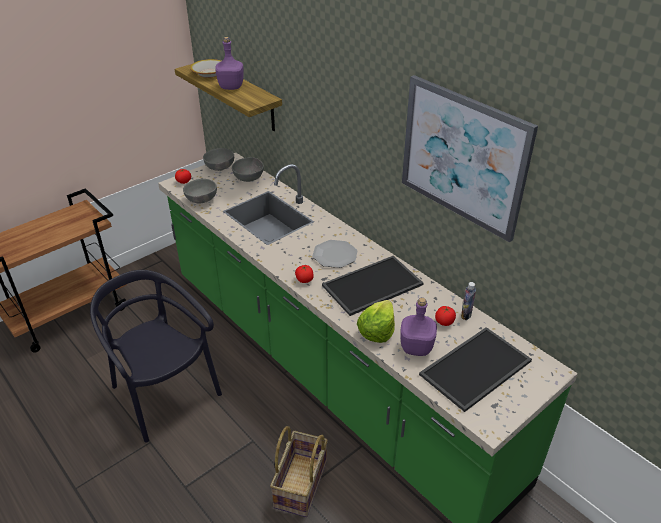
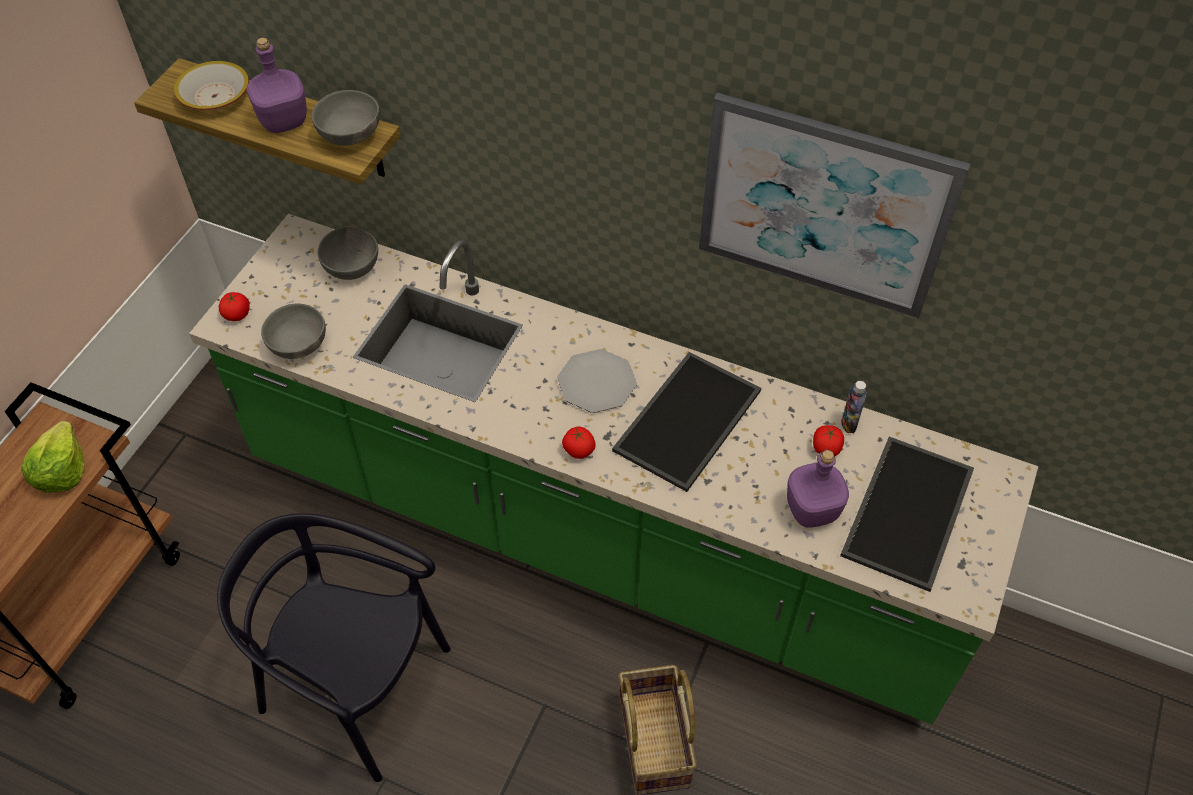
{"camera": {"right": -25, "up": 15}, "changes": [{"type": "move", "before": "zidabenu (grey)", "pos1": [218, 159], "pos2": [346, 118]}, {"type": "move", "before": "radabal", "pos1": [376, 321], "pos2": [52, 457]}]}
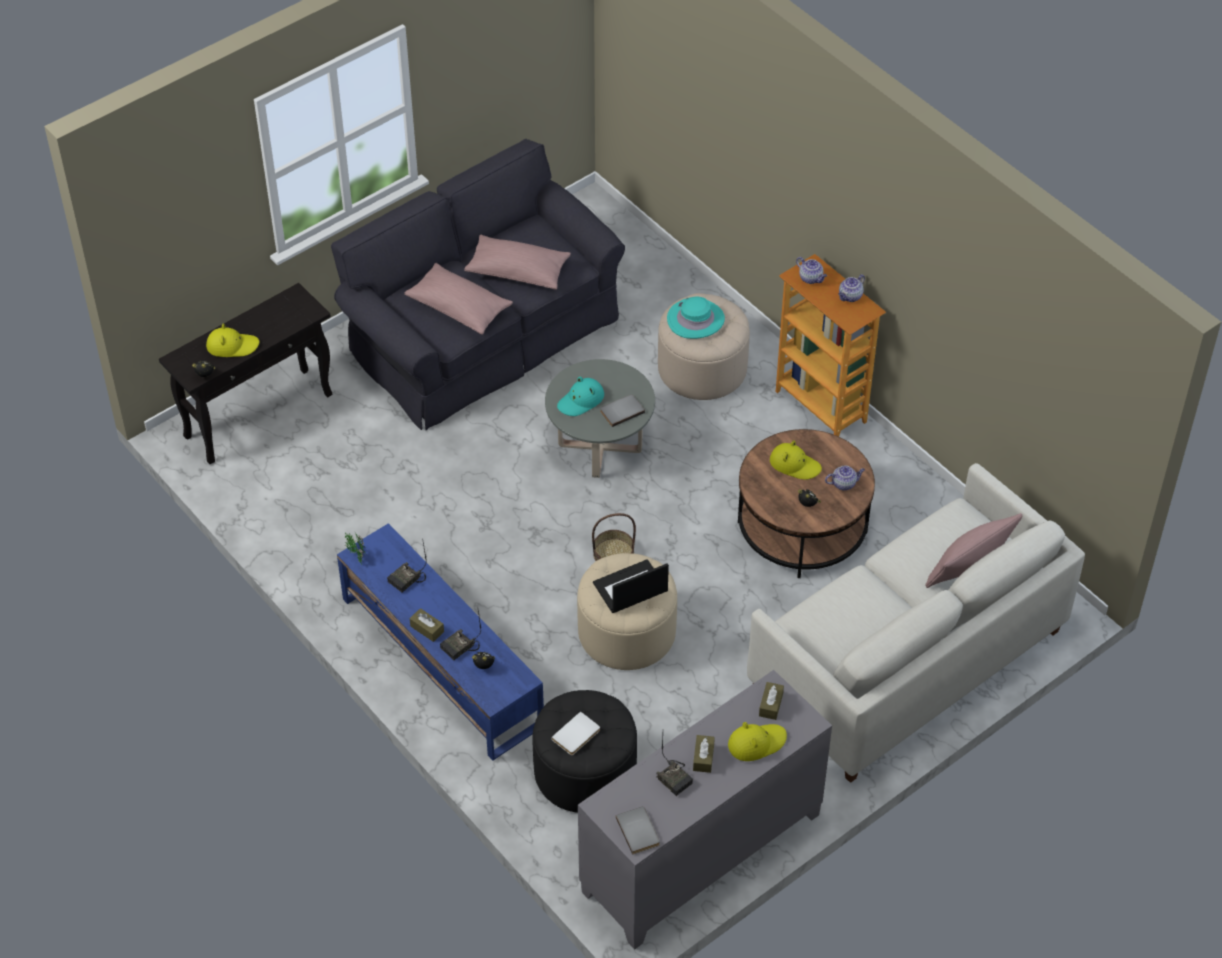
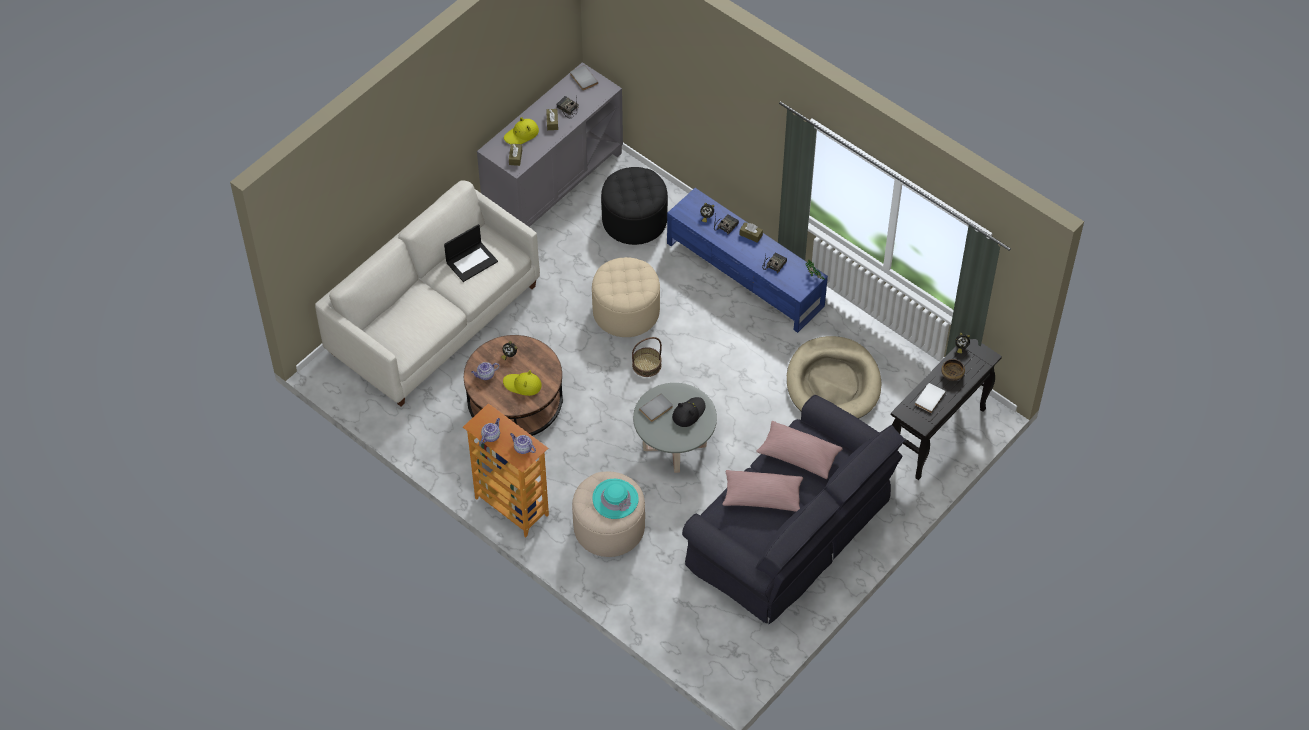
{"camera": {"right": 170, "up": 5}, "changes": [{"type": "replace", "before": "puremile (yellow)", "after": "zidabenu", "pos1": [232, 340], "pos2": [953, 370]}, {"type": "move", "before": "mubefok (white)", "pos1": [575, 733], "pos2": [930, 398]}, {"type": "recolor", "before": "puremile (turquoise)", "after": "puremile (black)", "pos1": [580, 396], "pos2": [688, 412]}, {"type": "move", "before": "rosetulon", "pos1": [631, 586], "pos2": [471, 253]}, {"type": "delete", "before": "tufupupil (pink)", "pos1": [974, 550]}, {"type": "insert", "after": "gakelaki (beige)", "pos2": [834, 377]}]}
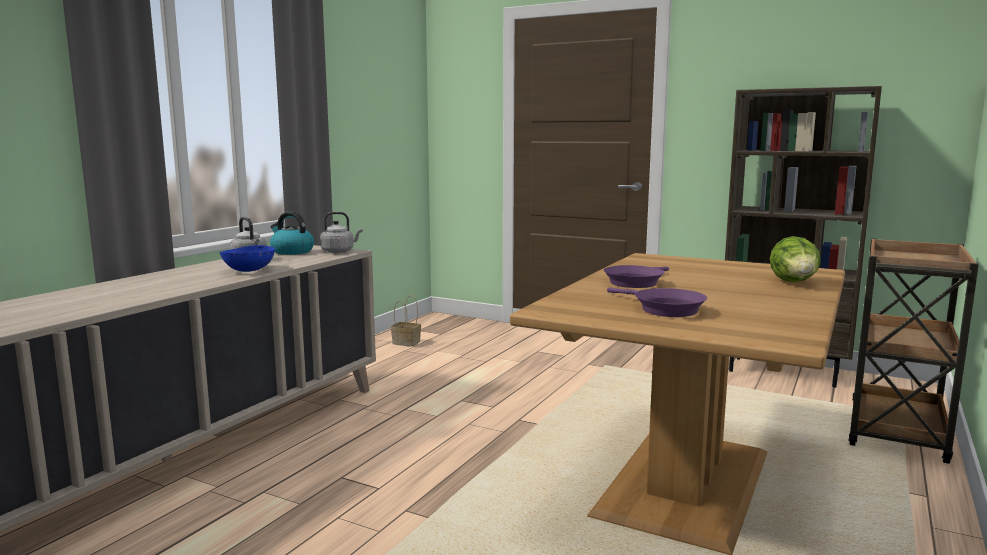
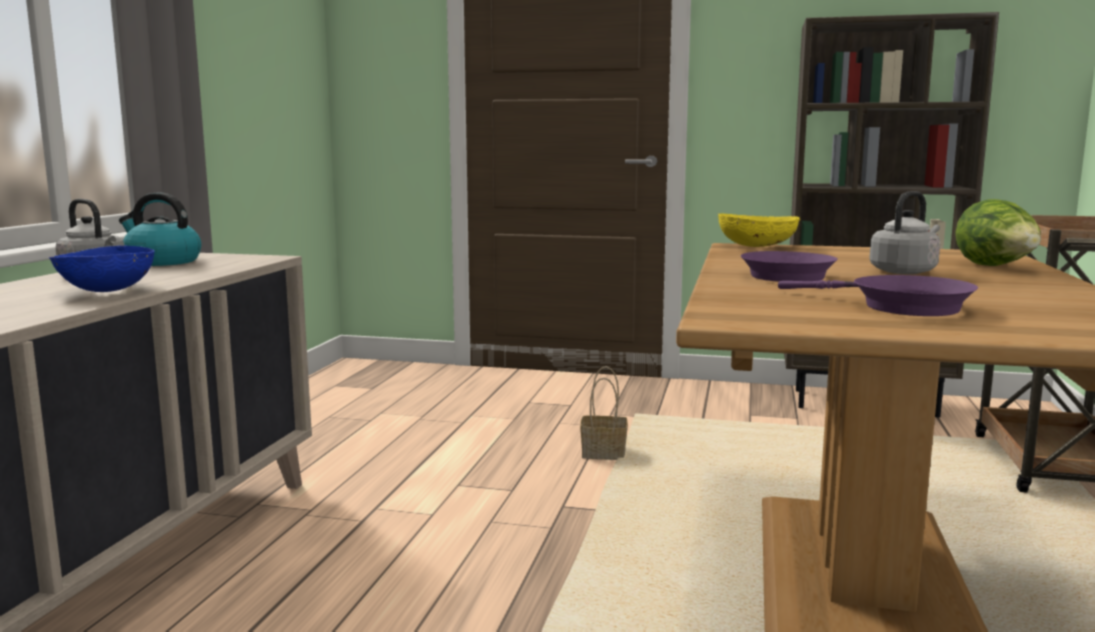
{"camera": {"right": -15, "up": 0}, "changes": [{"type": "move", "before": "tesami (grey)", "pos1": [341, 232], "pos2": [904, 232]}, {"type": "move", "before": "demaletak", "pos1": [406, 321], "pos2": [604, 413]}, {"type": "insert", "after": "zidabenu (yellow)", "pos2": [759, 230]}]}
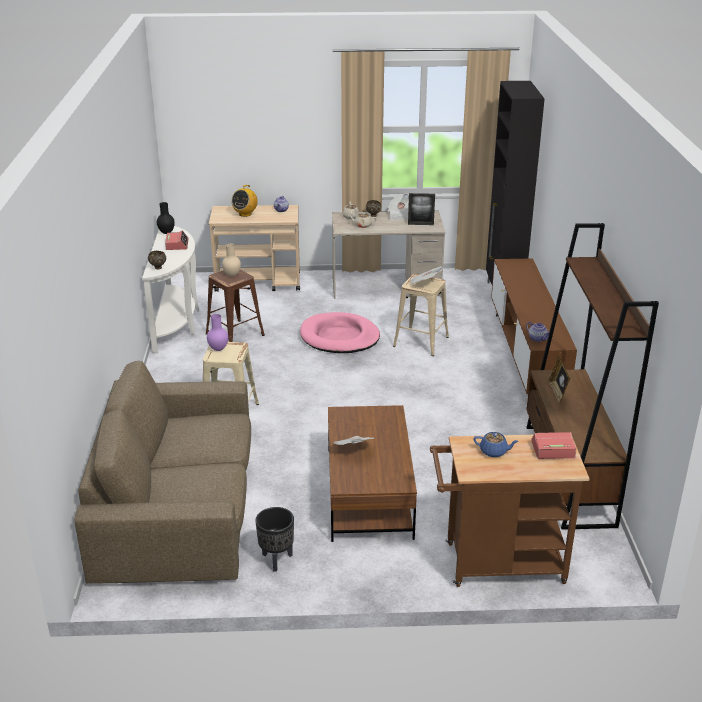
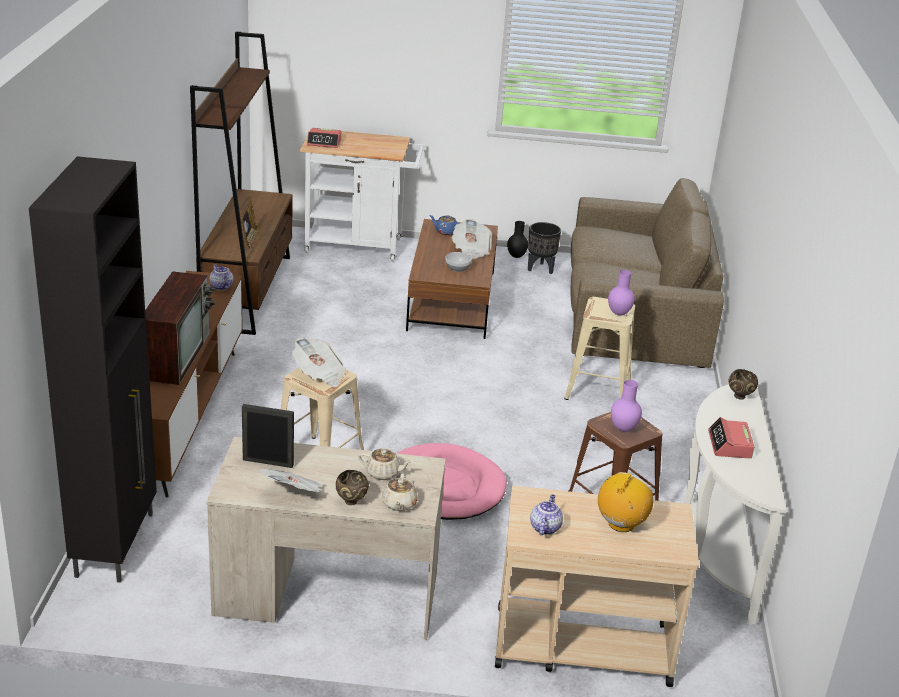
{"camera": {"right": -175, "up": 0}, "changes": [{"type": "move", "before": "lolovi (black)", "pos1": [166, 218], "pos2": [517, 239]}, {"type": "recolor", "before": "lolovi (beige)", "after": "lolovi (purple)", "pos1": [231, 260], "pos2": [626, 406]}, {"type": "recolor", "before": "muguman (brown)", "after": "muguman (white)", "pos1": [510, 511], "pos2": [362, 196]}, {"type": "move", "before": "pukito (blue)", "pos1": [496, 444], "pos2": [444, 225]}, {"type": "insert", "after": "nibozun", "pos2": [180, 328]}, {"type": "insert", "after": "zidabenu", "pos2": [459, 262]}]}
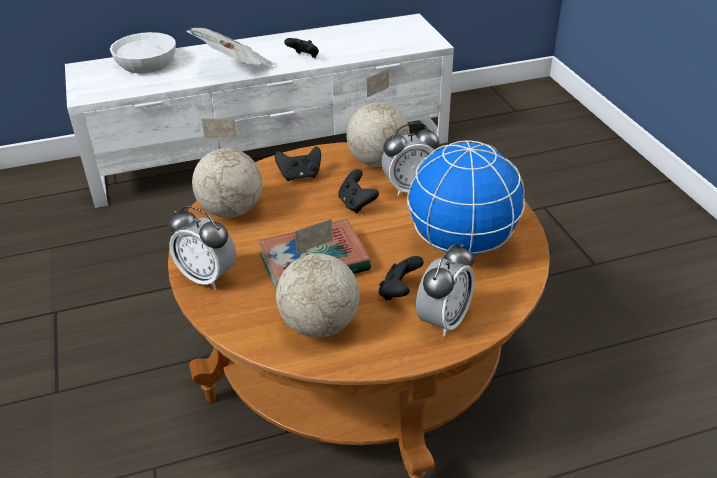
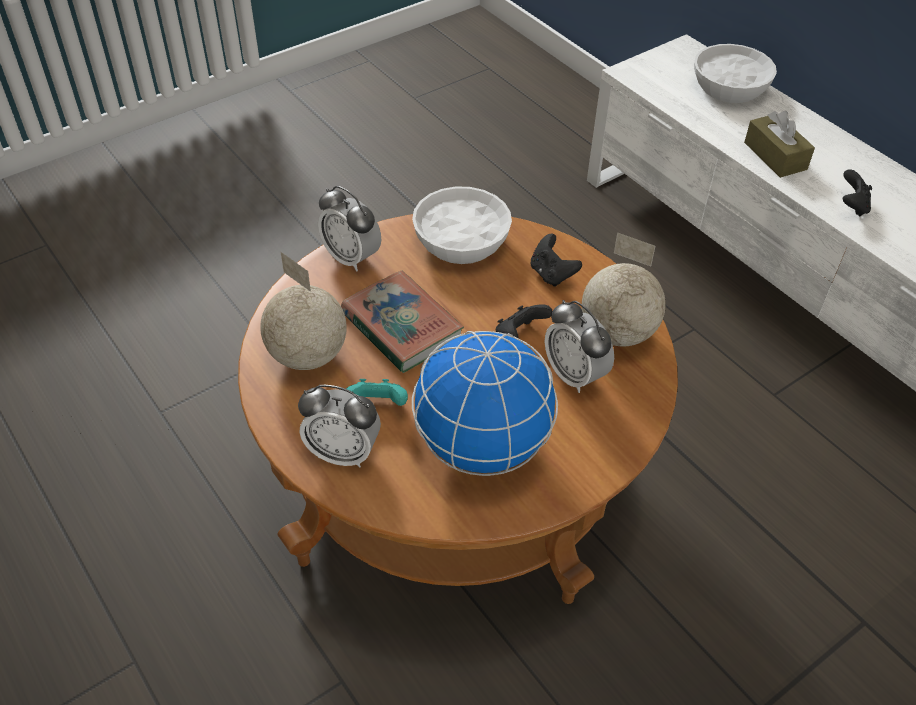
{"camera": {"right": 70, "up": 10}, "changes": [{"type": "rotate", "before": "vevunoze", "pos1": [202, 247], "pos2": [349, 229], "turn": -60}, {"type": "replace", "before": "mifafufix", "after": "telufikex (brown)", "pos1": [231, 47], "pos2": [779, 144]}, {"type": "replace", "before": "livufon", "after": "zidabenu (white)", "pos1": [227, 168], "pos2": [462, 225]}, {"type": "recolor", "before": "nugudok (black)", "after": "nugudok (turquoise)", "pos1": [401, 278], "pos2": [377, 392]}]}
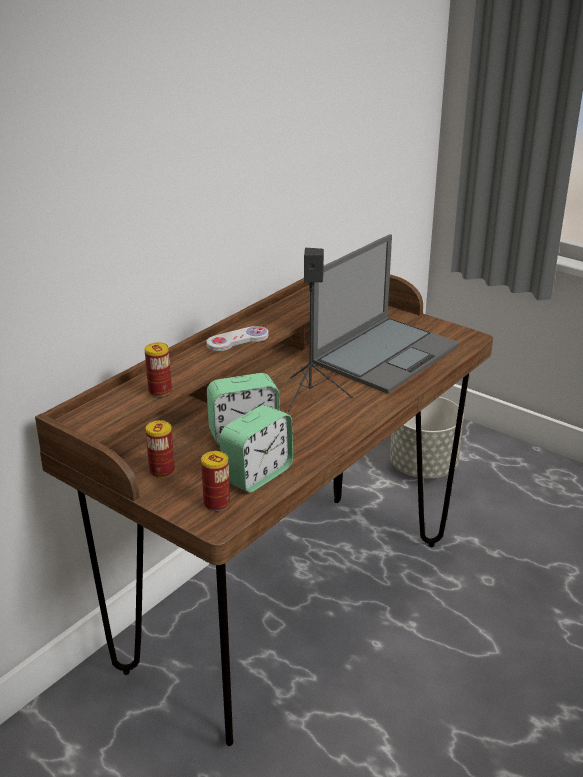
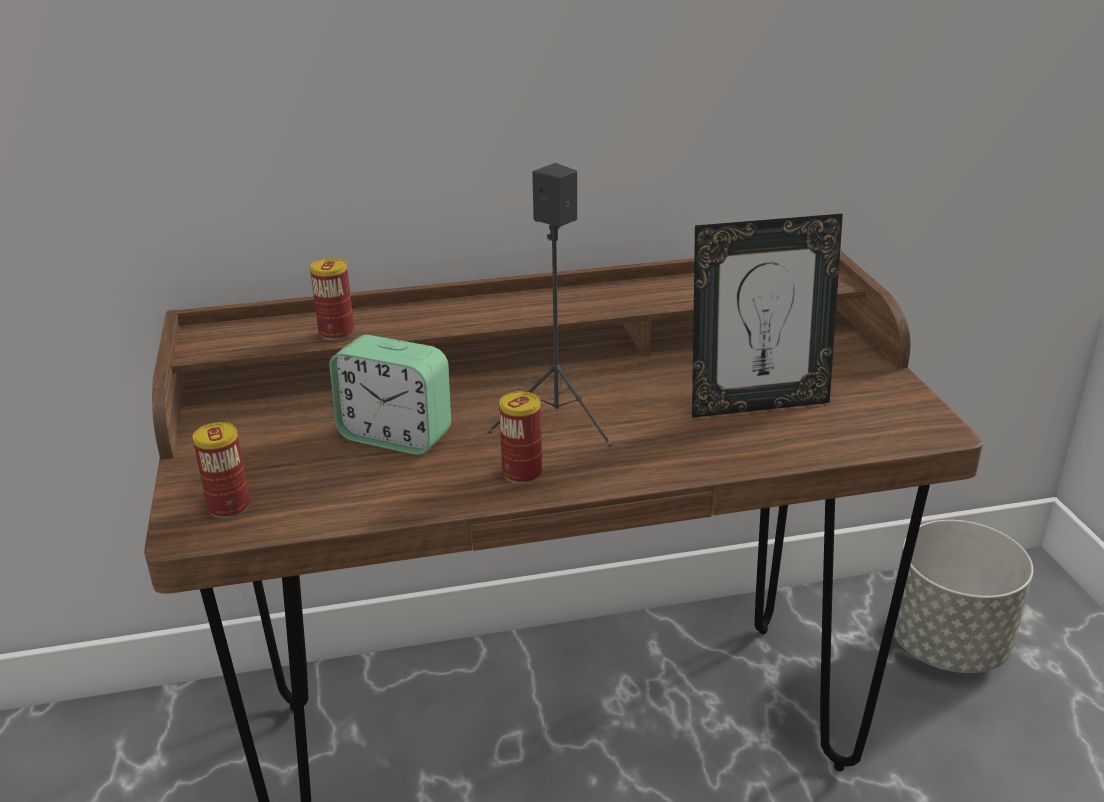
{"camera": {"right": 40, "up": 0}, "changes": [{"type": "move", "before": "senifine", "pos1": [160, 449], "pos2": [520, 437]}, {"type": "delete", "before": "nugudok (white)", "pos1": [237, 338]}, {"type": "delete", "before": "vevunoze", "pos1": [256, 448]}, {"type": "replace", "before": "rosetulon", "after": "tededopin", "pos1": [386, 314], "pos2": [767, 316]}]}
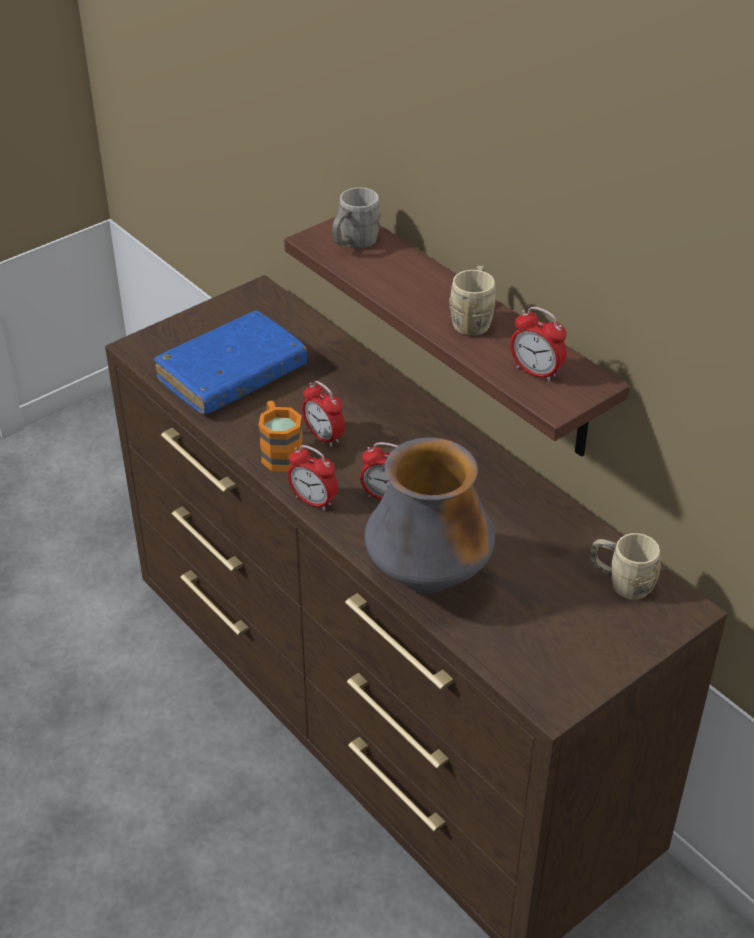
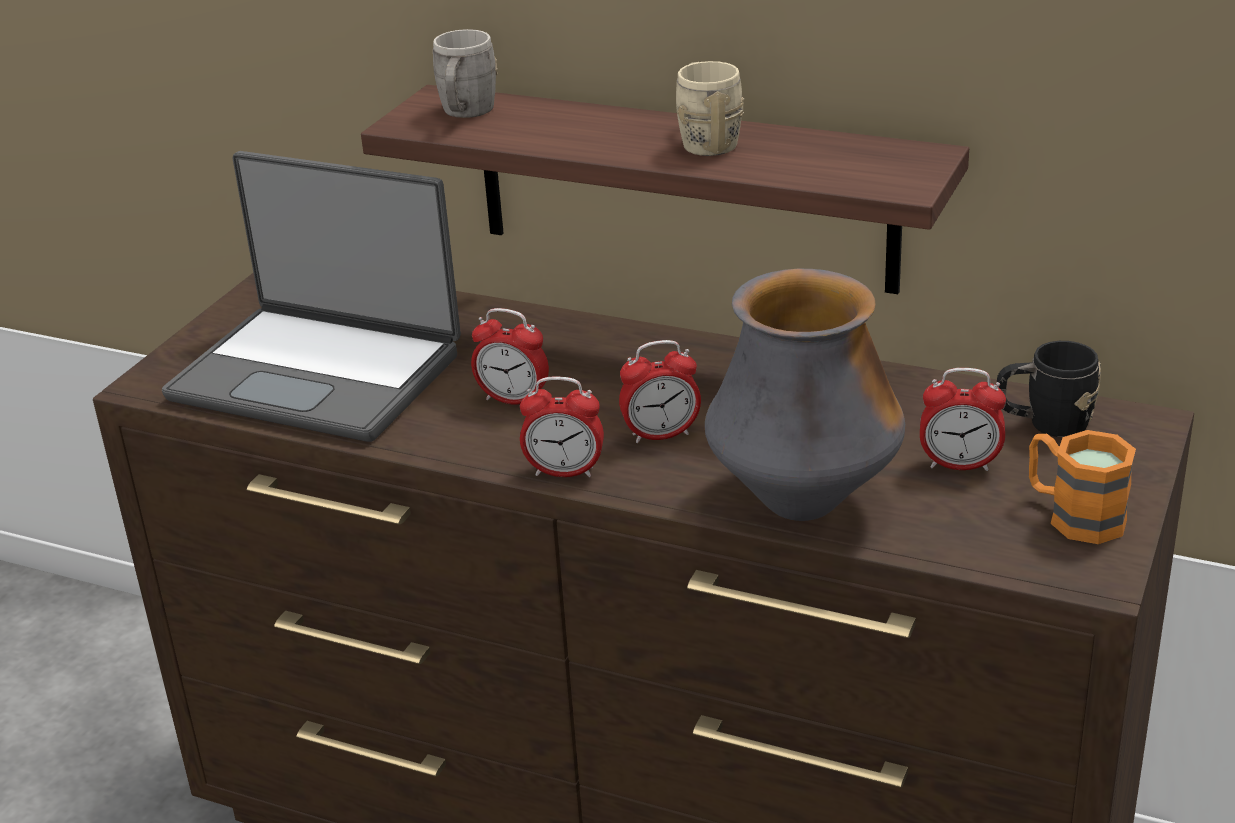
{"camera": {"right": -25, "up": -10}, "changes": [{"type": "replace", "before": "mubefok (blue)", "after": "rosetulon", "pos1": [230, 363], "pos2": [311, 296]}, {"type": "move", "before": "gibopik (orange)", "pos1": [280, 436], "pos2": [1082, 487]}, {"type": "move", "before": "vevunoze", "pos1": [538, 344], "pos2": [963, 419]}, {"type": "recolor", "before": "gibopik (beige)", "after": "gibopik (black)", "pos1": [625, 566], "pos2": [1049, 389]}]}
